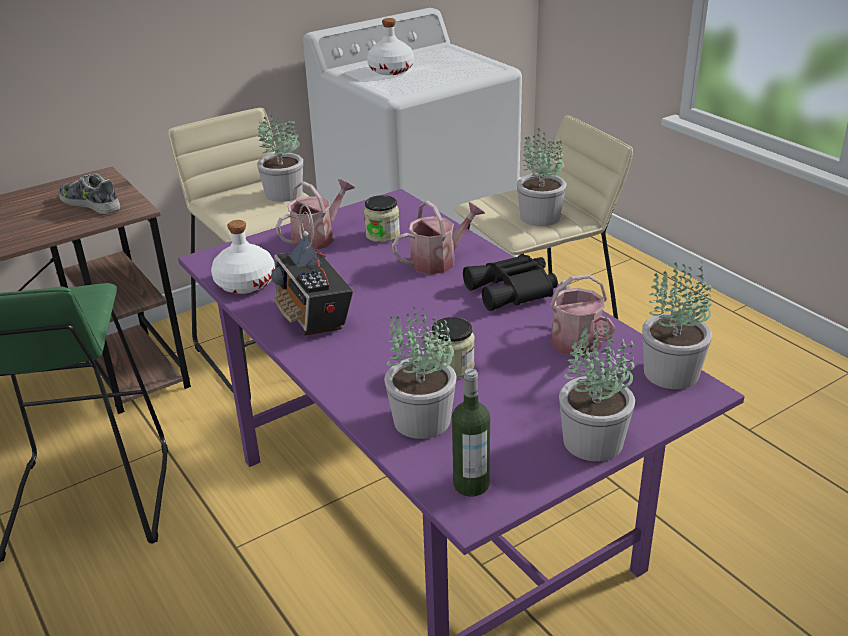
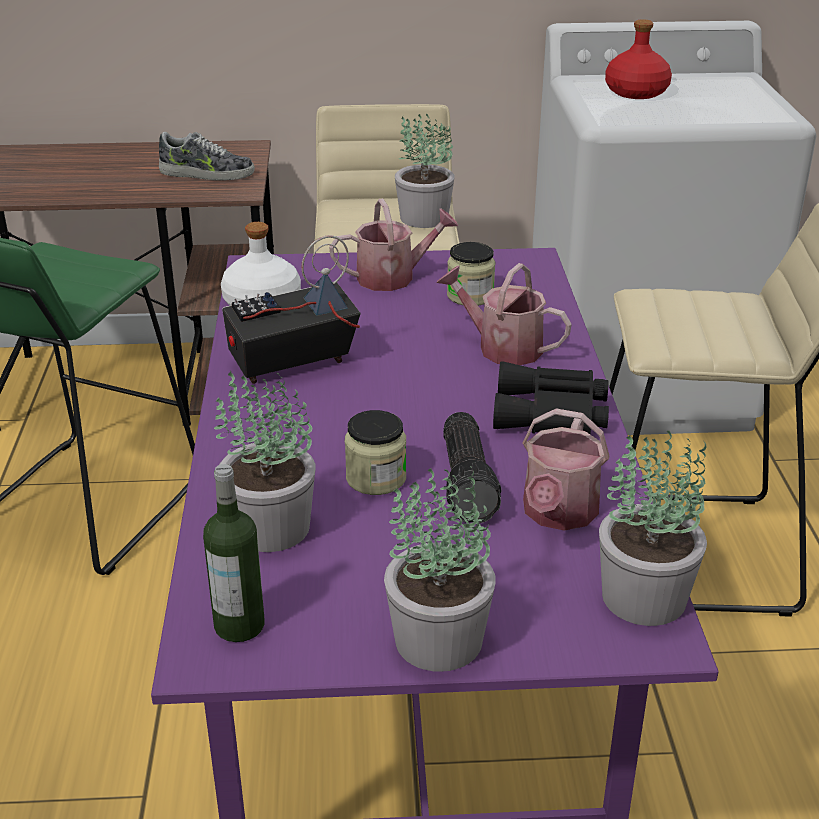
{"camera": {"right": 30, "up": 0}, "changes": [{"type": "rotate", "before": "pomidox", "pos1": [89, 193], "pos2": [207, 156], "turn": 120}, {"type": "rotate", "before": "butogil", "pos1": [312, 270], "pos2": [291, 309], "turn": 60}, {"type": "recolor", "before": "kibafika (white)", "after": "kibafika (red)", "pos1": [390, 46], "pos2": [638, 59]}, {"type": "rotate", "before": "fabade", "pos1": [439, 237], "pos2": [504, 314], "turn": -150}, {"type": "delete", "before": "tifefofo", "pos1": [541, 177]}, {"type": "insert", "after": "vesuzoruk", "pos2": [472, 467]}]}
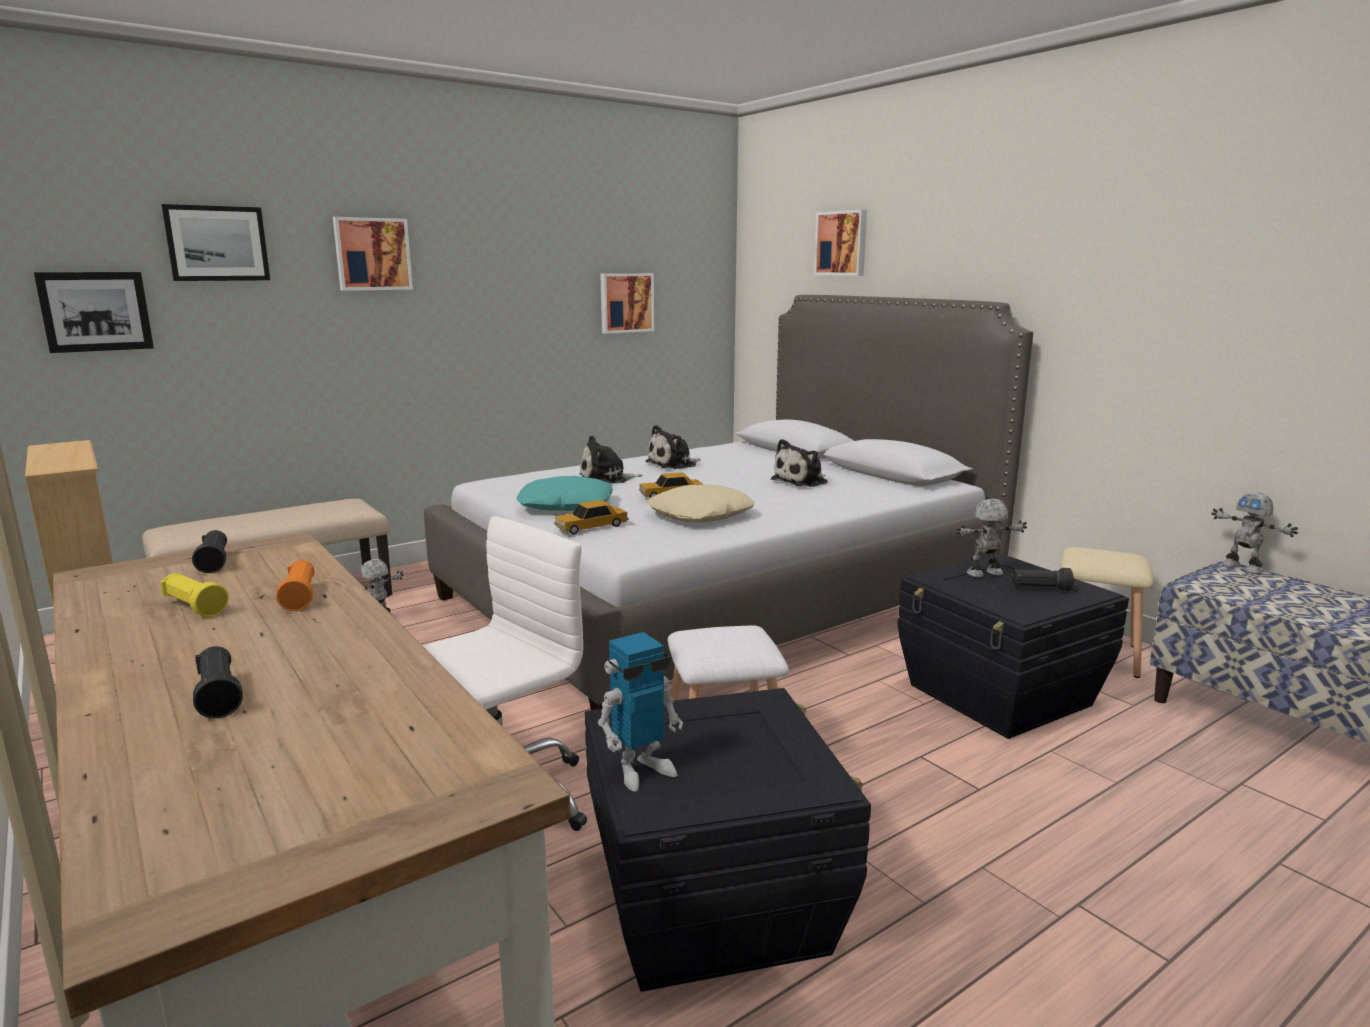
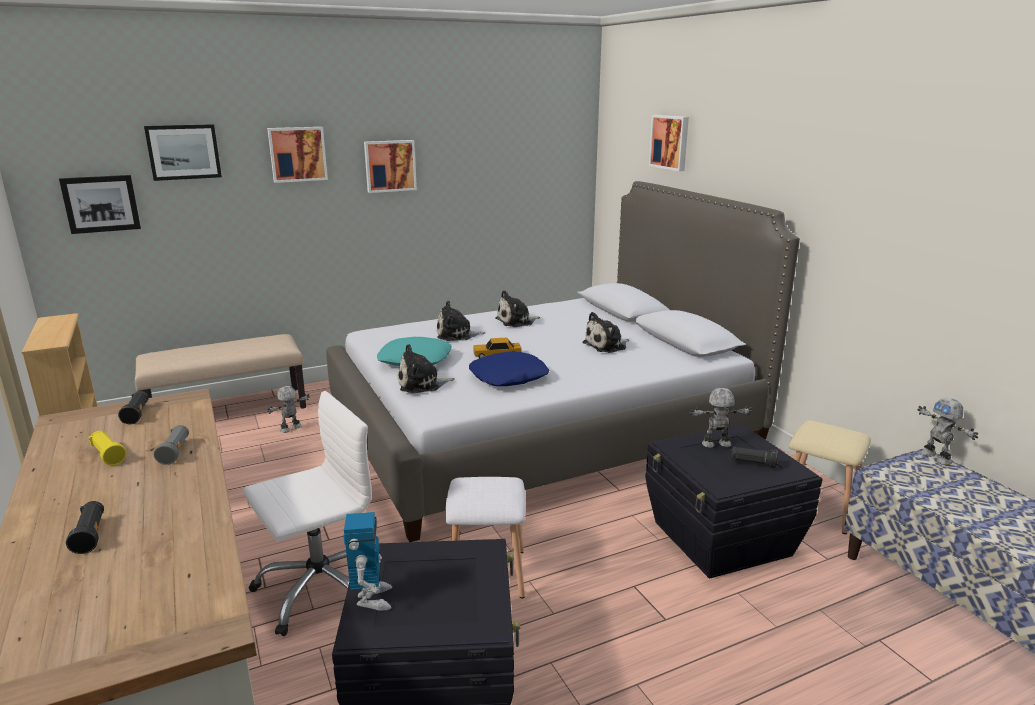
{"camera": {"right": 10, "up": 5}, "changes": [{"type": "recolor", "before": "vesuzoruk (orange)", "after": "vesuzoruk (grey)", "pos1": [295, 585], "pos2": [171, 445]}, {"type": "replace", "before": "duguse", "after": "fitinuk", "pos1": [591, 517], "pos2": [426, 368]}, {"type": "rotate", "before": "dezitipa", "pos1": [640, 711], "pos2": [367, 561], "turn": -75}, {"type": "move", "before": "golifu", "pos1": [627, 303], "pos2": [390, 166]}, {"type": "recolor", "before": "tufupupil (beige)", "after": "tufupupil (blue)", "pos1": [700, 503], "pos2": [509, 369]}]}
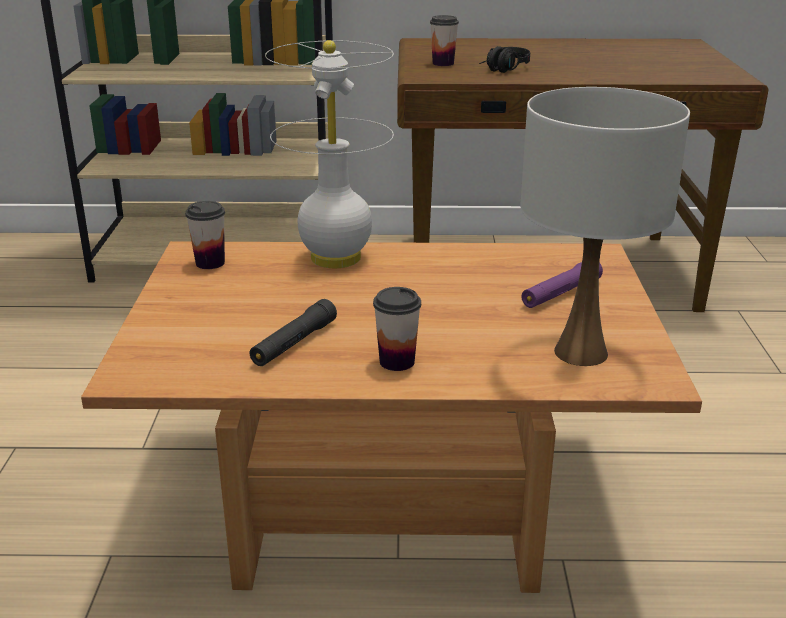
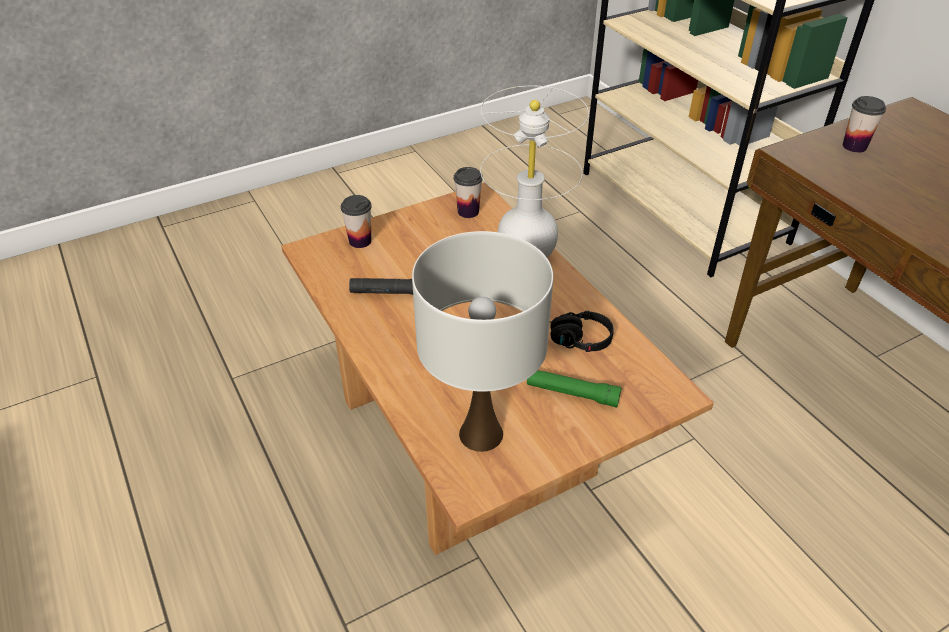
{"camera": {"right": 60, "up": 15}, "changes": [{"type": "move", "before": "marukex", "pos1": [397, 329], "pos2": [356, 221]}, {"type": "move", "before": "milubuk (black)", "pos1": [504, 59], "pos2": [582, 331]}, {"type": "recolor", "before": "vesuzoruk (purple)", "after": "vesuzoruk (green)", "pos1": [562, 285], "pos2": [574, 388]}]}
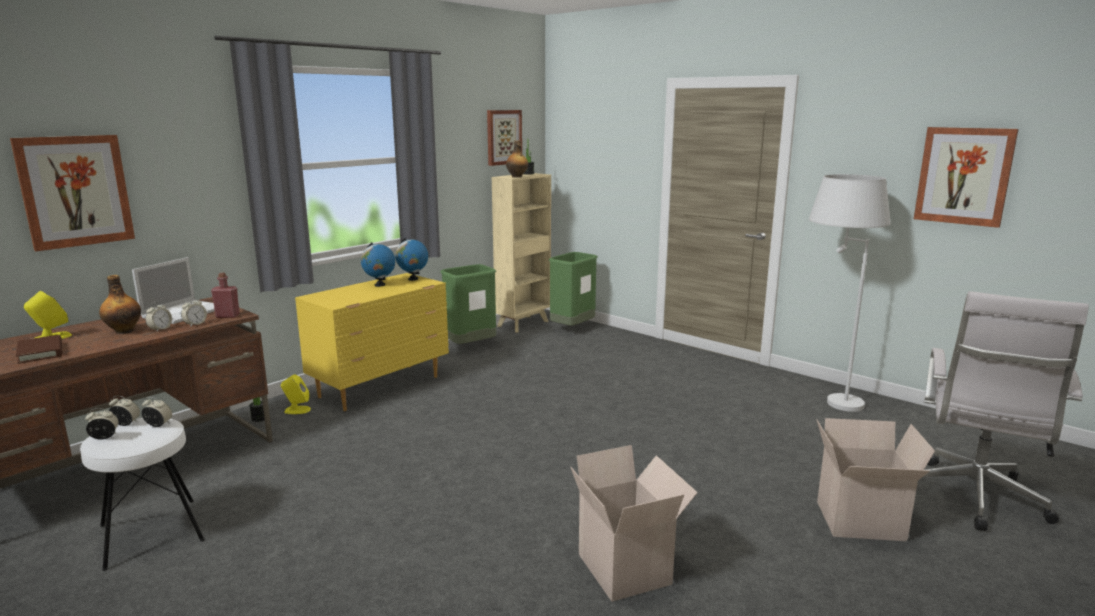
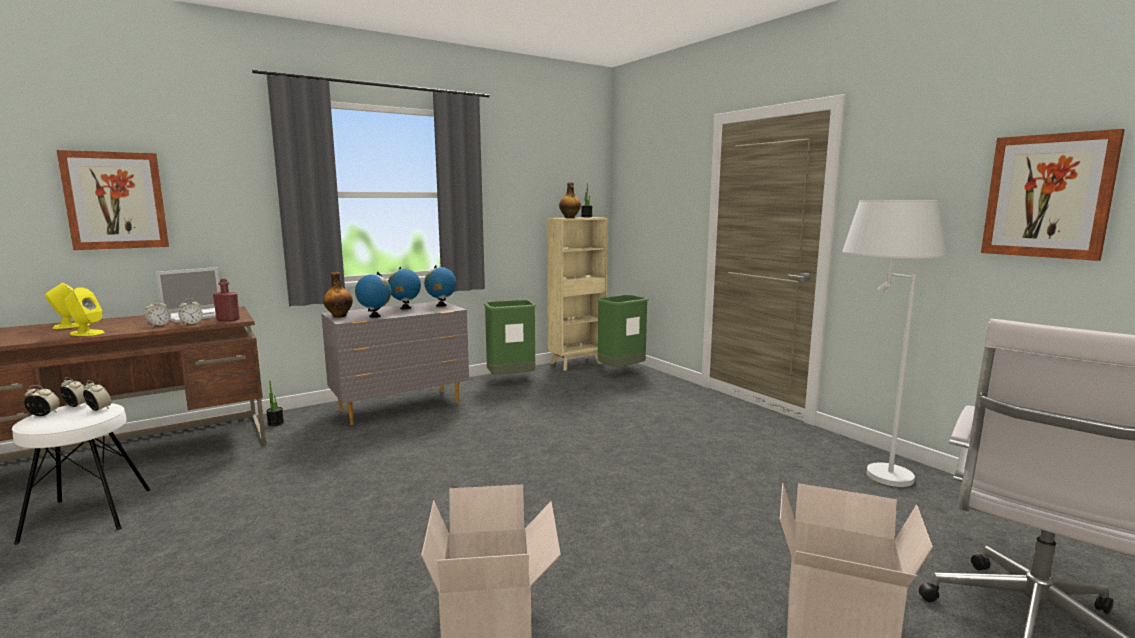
{"camera": {"right": 15, "up": -5}, "changes": [{"type": "delete", "before": "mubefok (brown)", "pos1": [39, 349]}, {"type": "move", "before": "kibafika", "pos1": [120, 304], "pos2": [338, 295]}, {"type": "move", "before": "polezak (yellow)", "pos1": [296, 394], "pos2": [84, 311]}, {"type": "recolor", "before": "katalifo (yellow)", "after": "katalifo (grey)", "pos1": [372, 342], "pos2": [395, 363]}, {"type": "delete", "before": "golifu", "pos1": [504, 138]}, {"type": "insert", "after": "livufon", "pos2": [373, 295]}]}
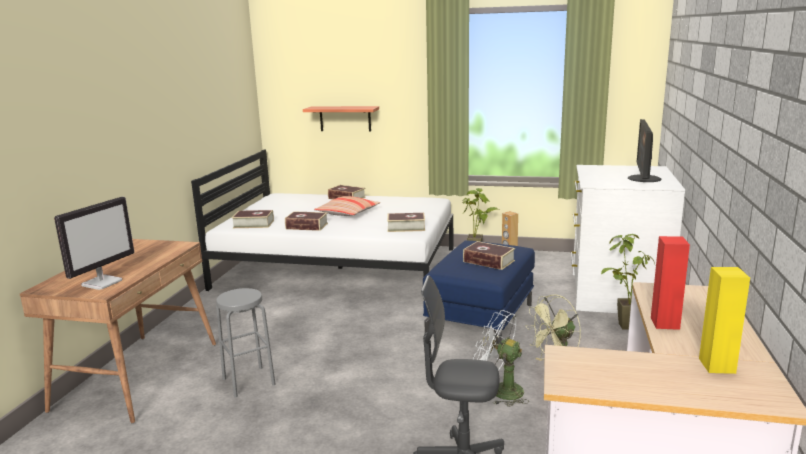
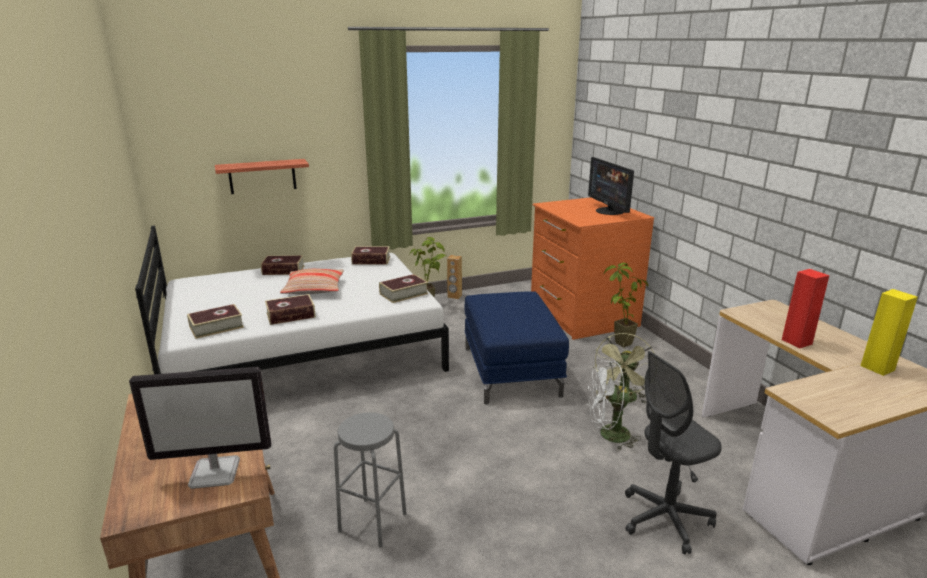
{"camera": {"right": -35, "up": 5}, "changes": [{"type": "rotate", "before": "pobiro", "pos1": [94, 243], "pos2": [200, 428], "turn": 90}, {"type": "move", "before": "mubefok", "pos1": [489, 255], "pos2": [370, 255]}, {"type": "recolor", "before": "katalifo (white)", "after": "katalifo (orange)", "pos1": [628, 239], "pos2": [592, 268]}]}
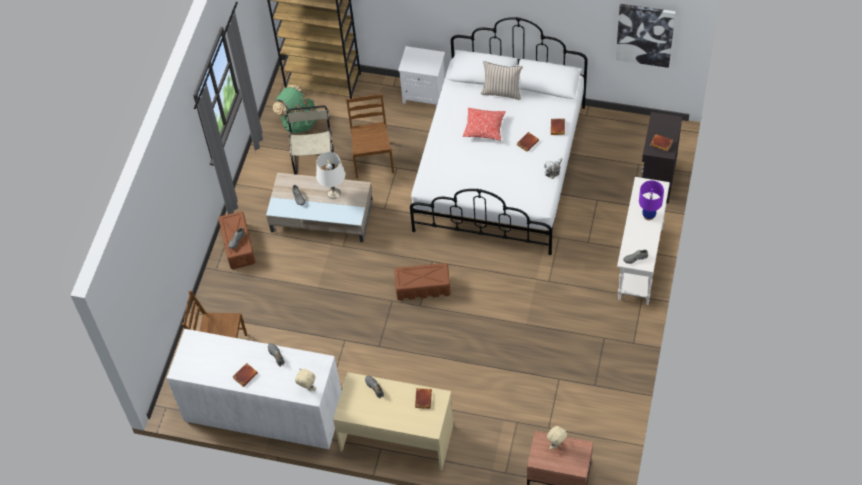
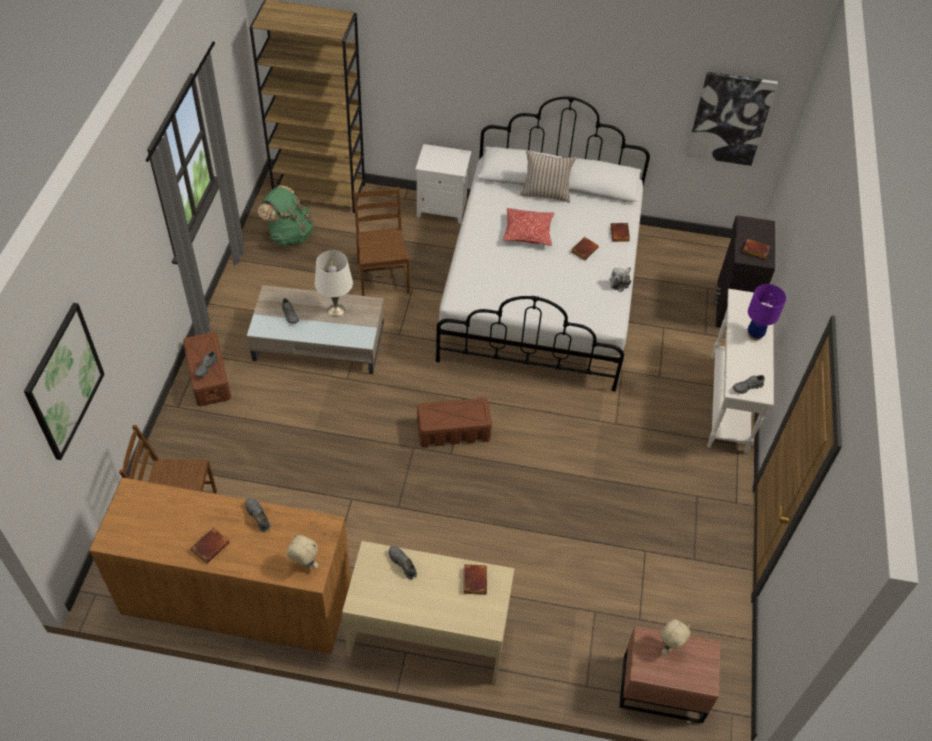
{"camera": {"right": -10, "up": -5}, "changes": [{"type": "recolor", "before": "katalifo (white)", "after": "katalifo (brown)", "pos1": [254, 389], "pos2": [220, 566]}, {"type": "delete", "before": "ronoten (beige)", "pos1": [310, 140]}, {"type": "insert", "after": "golifu", "pos2": [64, 381]}]}
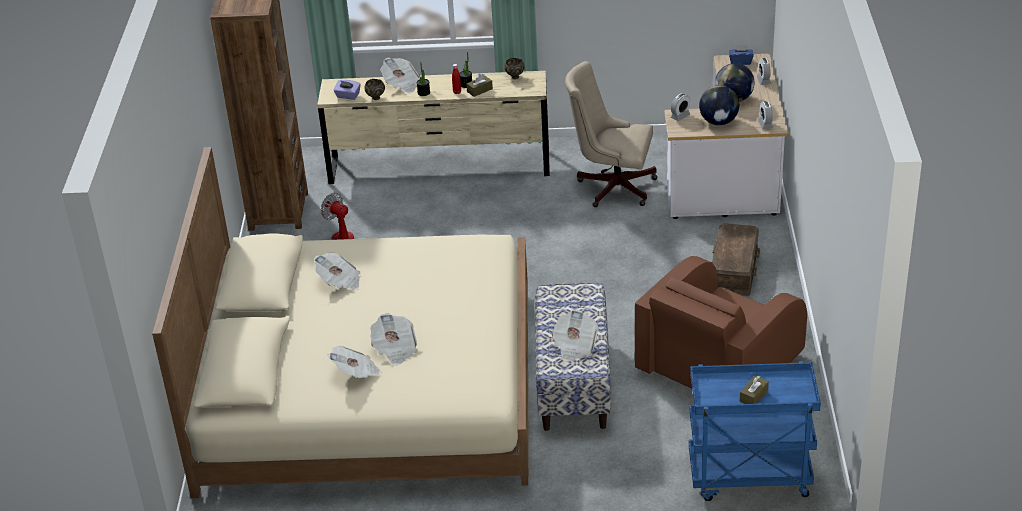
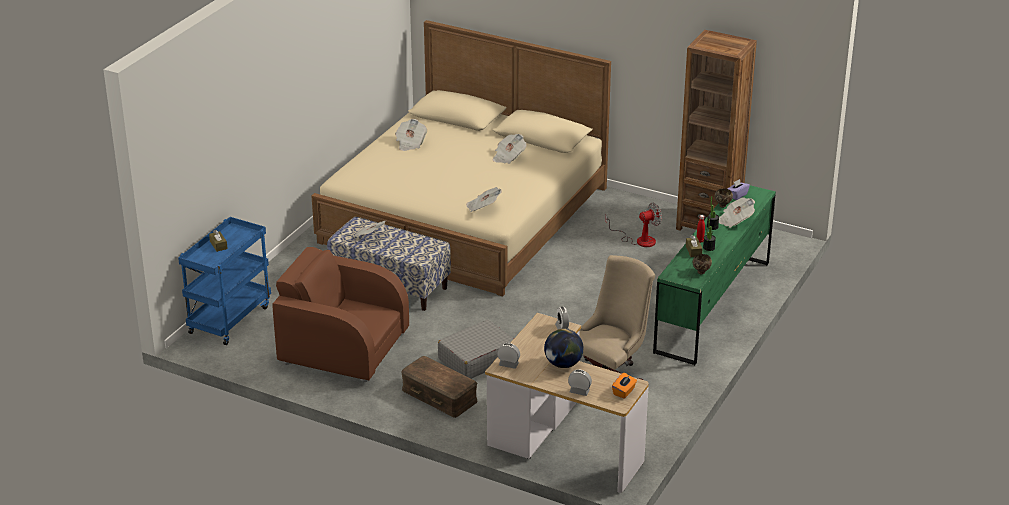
{"camera": {"right": 115, "up": -5}, "changes": [{"type": "recolor", "before": "katalifo (beige)", "after": "katalifo (green)", "pos1": [433, 127], "pos2": [714, 275]}, {"type": "move", "before": "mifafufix", "pos1": [394, 339], "pos2": [484, 199]}, {"type": "rotate", "before": "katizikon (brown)", "pos1": [721, 322], "pos2": [341, 314], "turn": -45}, {"type": "delete", "before": "livufon", "pos1": [719, 105]}, {"type": "recolor", "before": "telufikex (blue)", "after": "telufikex (orange)", "pos1": [741, 54], "pos2": [624, 386]}, {"type": "insert", "after": "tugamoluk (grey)", "pos2": [476, 349]}]}
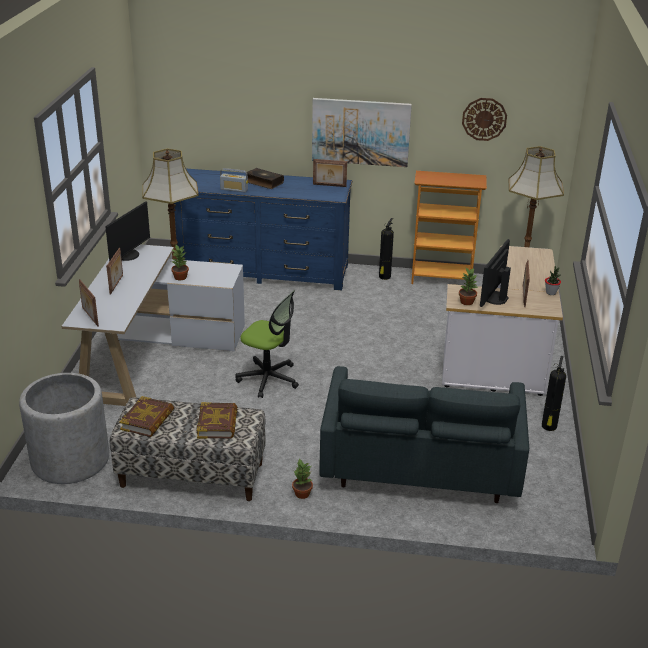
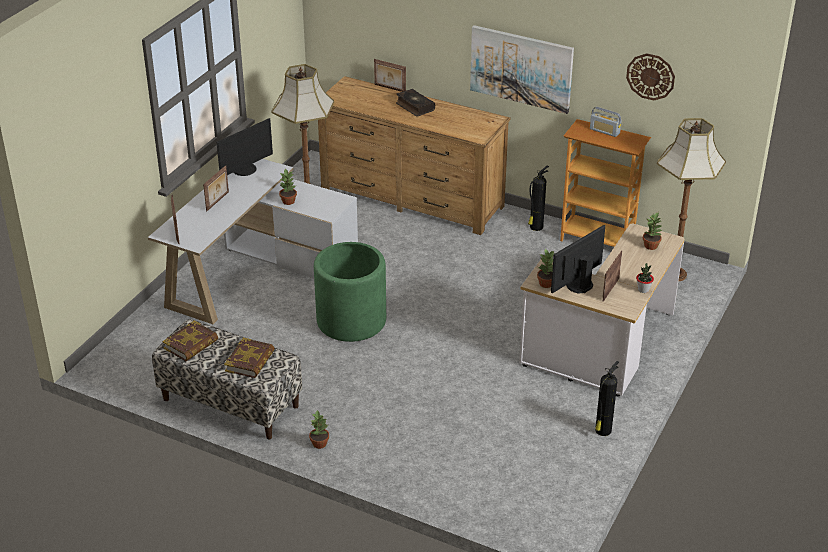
{"camera": {"right": 20, "up": 5}, "changes": [{"type": "delete", "before": "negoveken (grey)", "pos1": [64, 428]}, {"type": "recolor", "before": "katalifo (blue)", "after": "katalifo (brown)", "pos1": [263, 229], "pos2": [414, 155]}, {"type": "move", "before": "butogil", "pos1": [234, 180], "pos2": [605, 122]}, {"type": "replace", "before": "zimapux", "after": "negoveken (green)", "pos1": [267, 344], "pos2": [350, 292]}, {"type": "move", "before": "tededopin", "pos1": [330, 173], "pos2": [390, 75]}, {"type": "delete", "before": "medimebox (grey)", "pos1": [424, 434]}, {"type": "insert", "after": "tifefofo", "pos2": [652, 231]}]}
